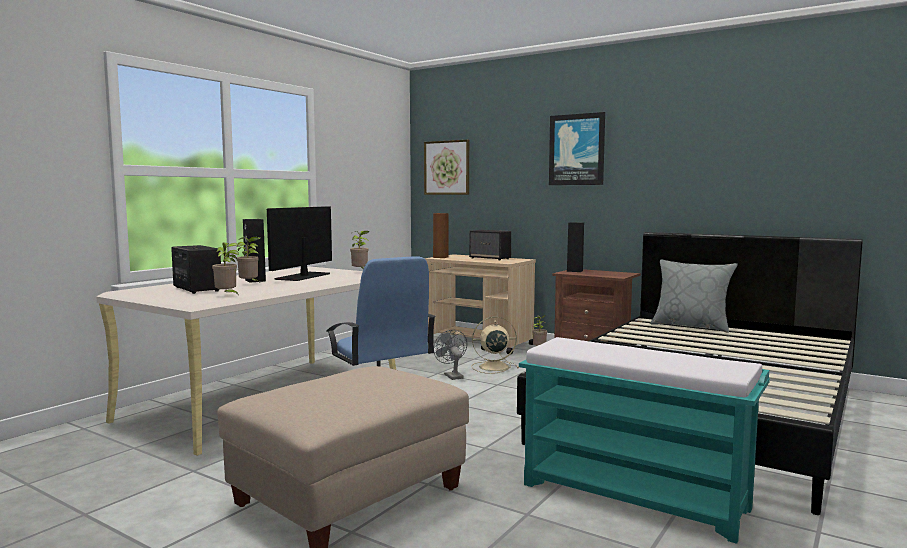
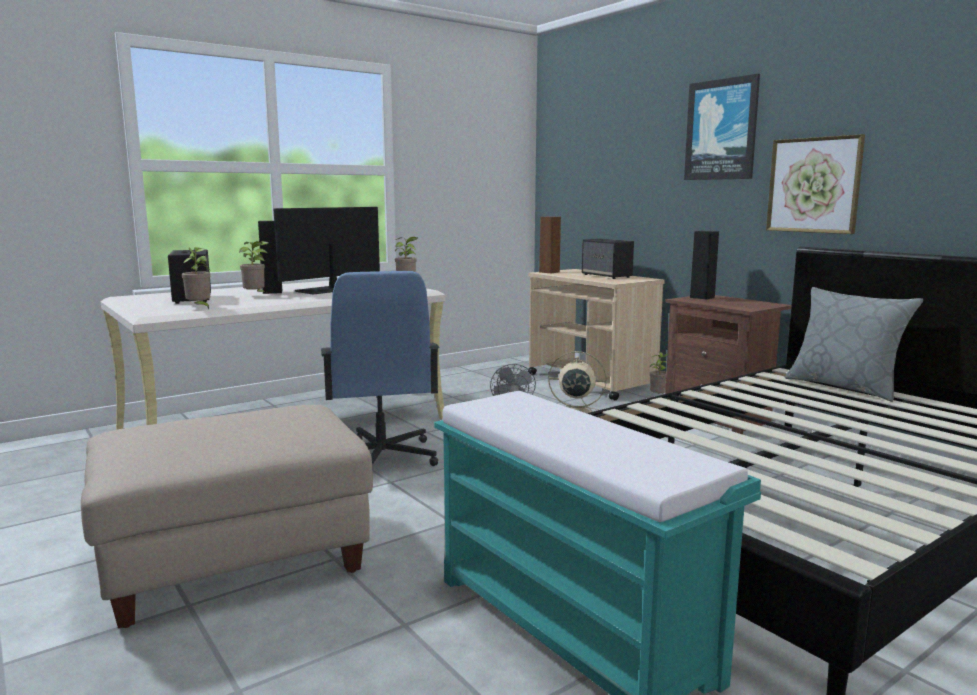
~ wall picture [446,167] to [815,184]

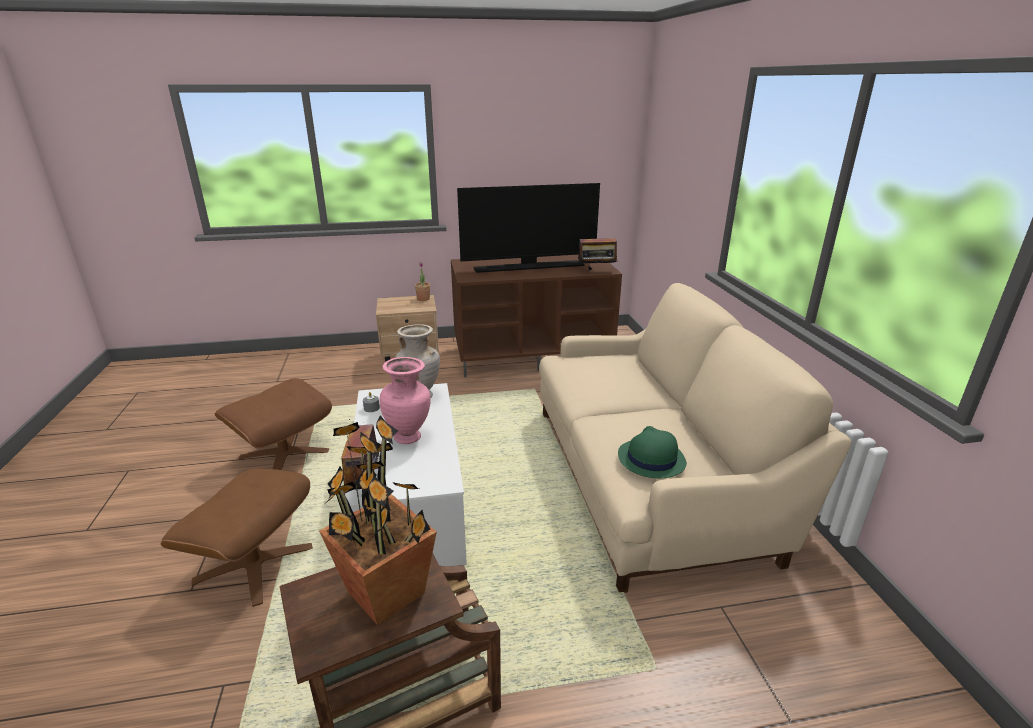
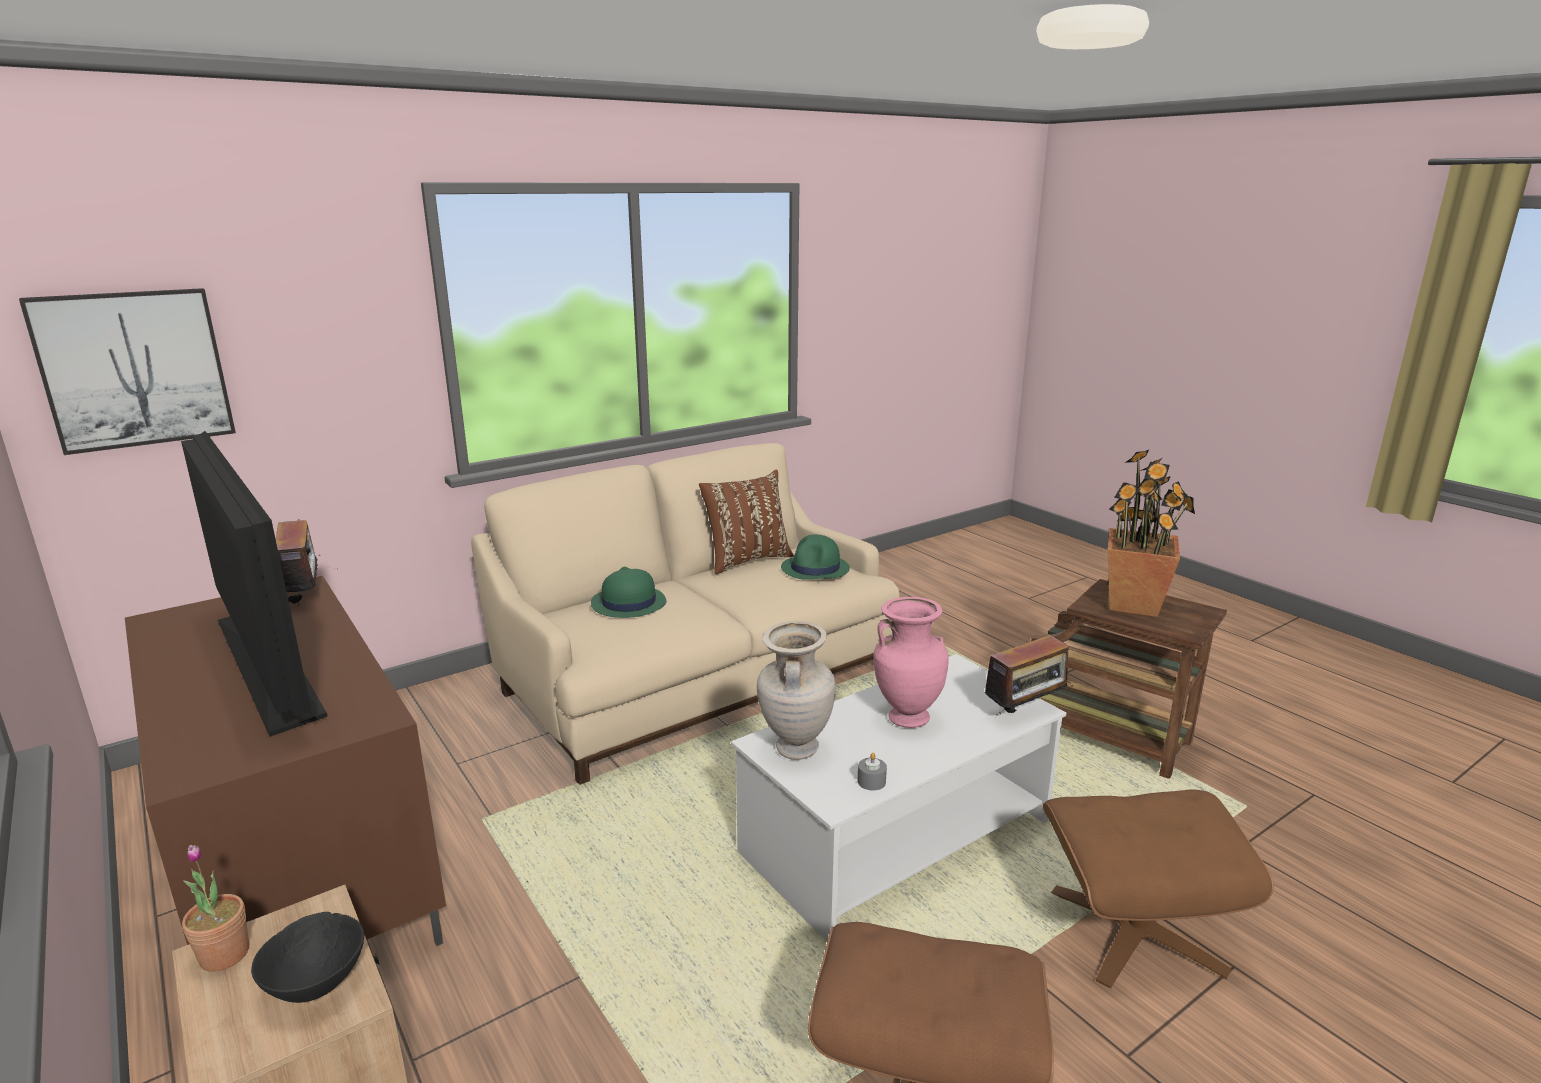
+ wall picture [127,371]
+ bowl (blackish) [307,957]
+ hat (green) [629,592]
+ cushion (brown) [746,521]

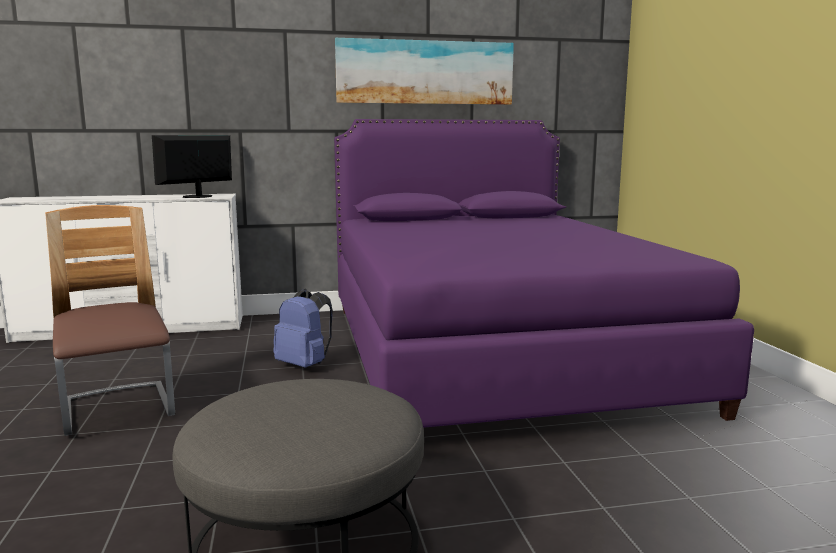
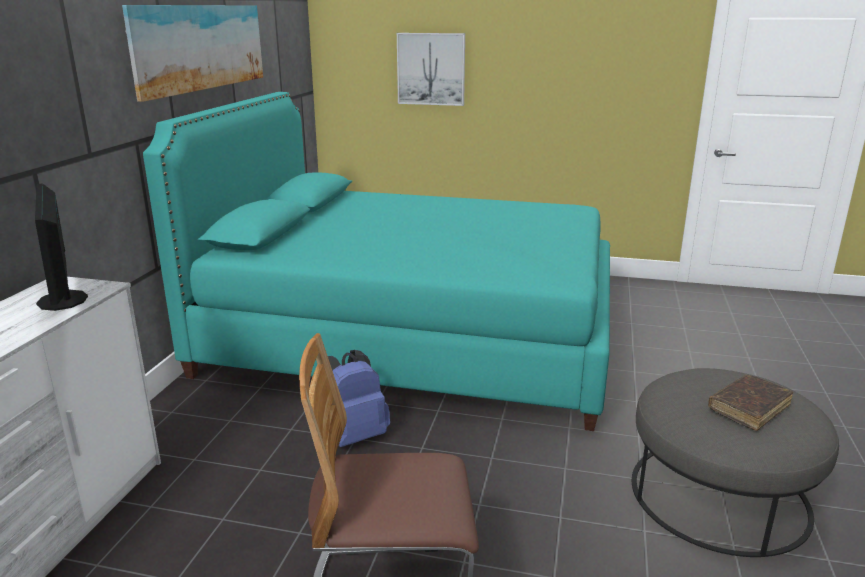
~ bedroom bed (purple) [544,273] to bedroom bed (turquoise) [376,261]
+ wall picture [431,69]
+ book (brown) [751,403]

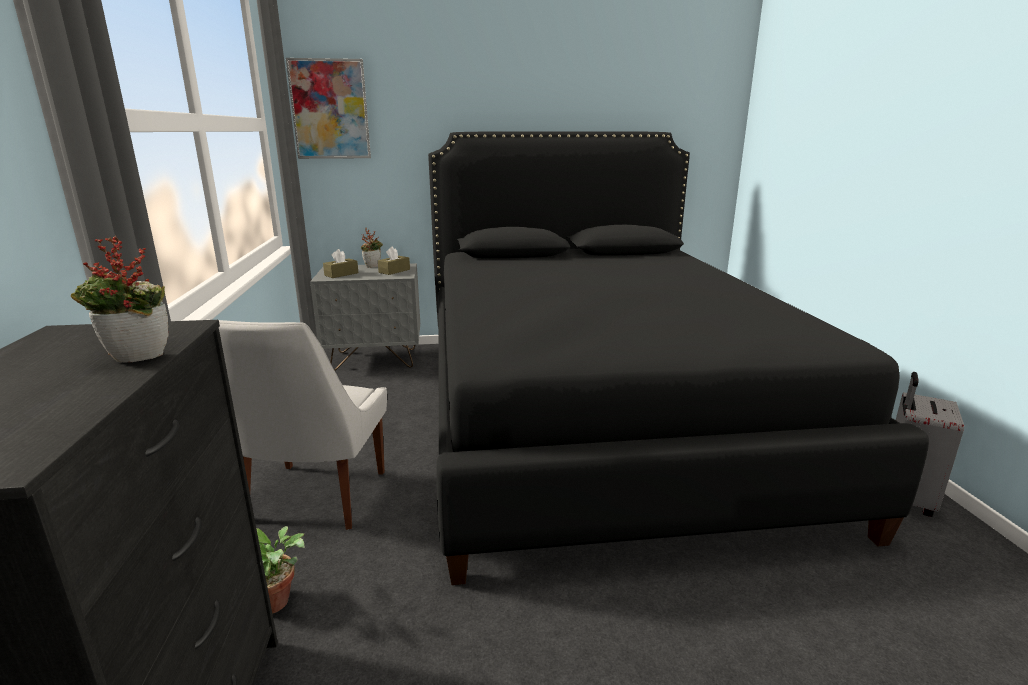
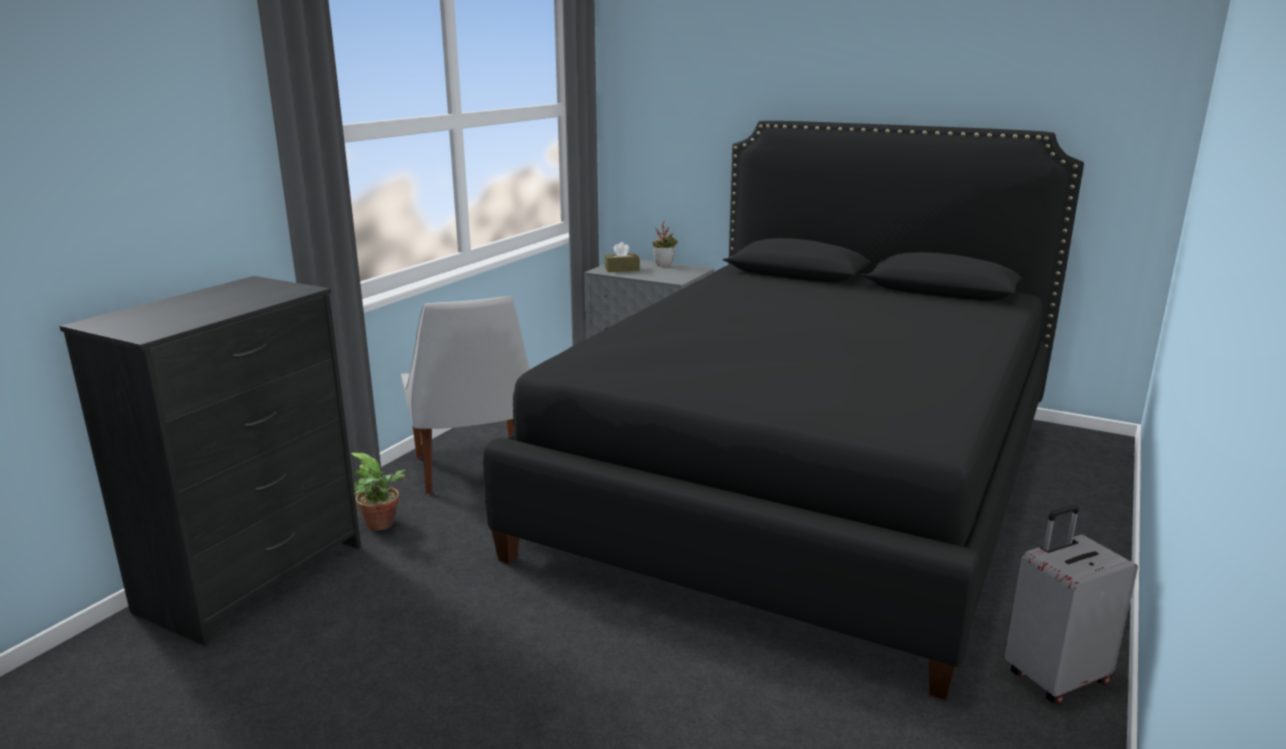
~ chair (white) [297,424] = [465,395] 60 degrees counterclockwise
- potted plant [120,298]
- wall picture [328,108]
- tissue box (brown) [394,260]

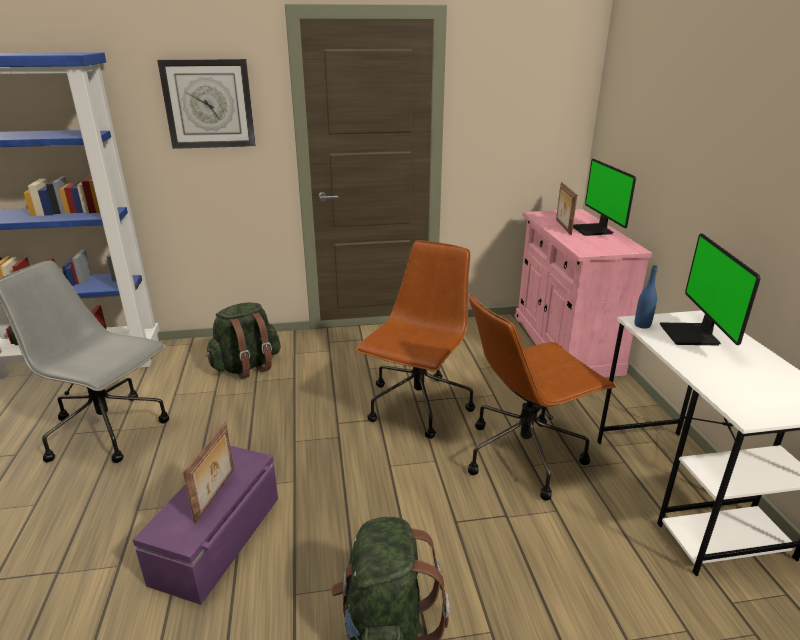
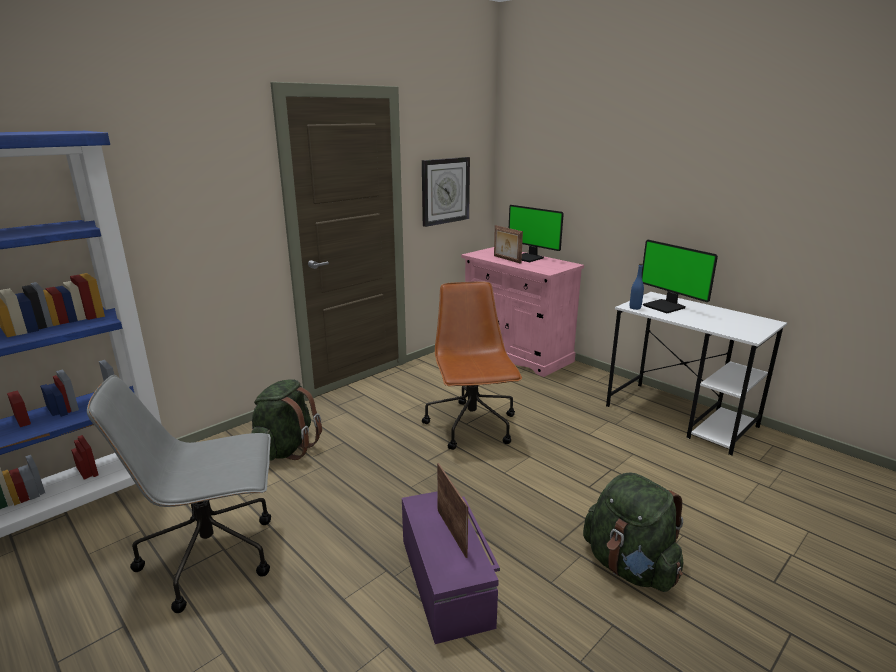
~ wall clock [206,104] to [446,192]
- computer chair (brown) [542,397]

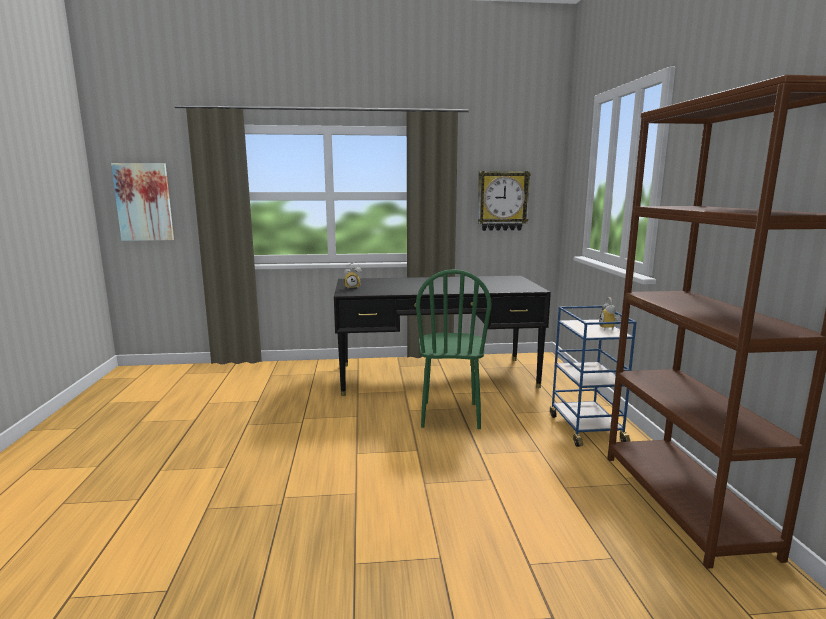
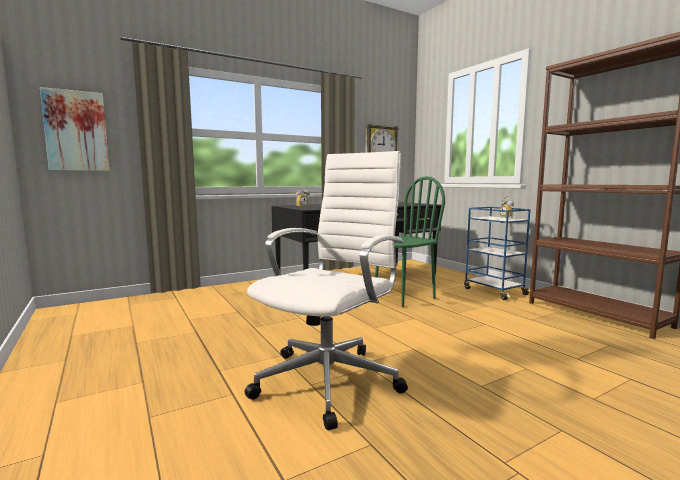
+ computer chair (white) [326,290]
~ chair (green) [454,349] = [410,241] 105 degrees counterclockwise

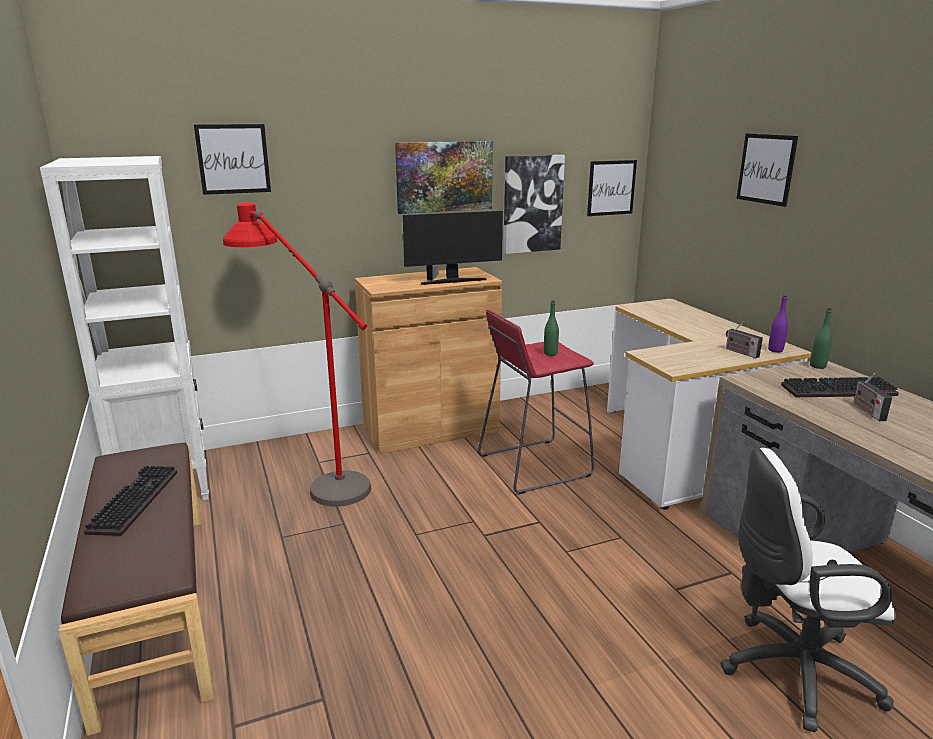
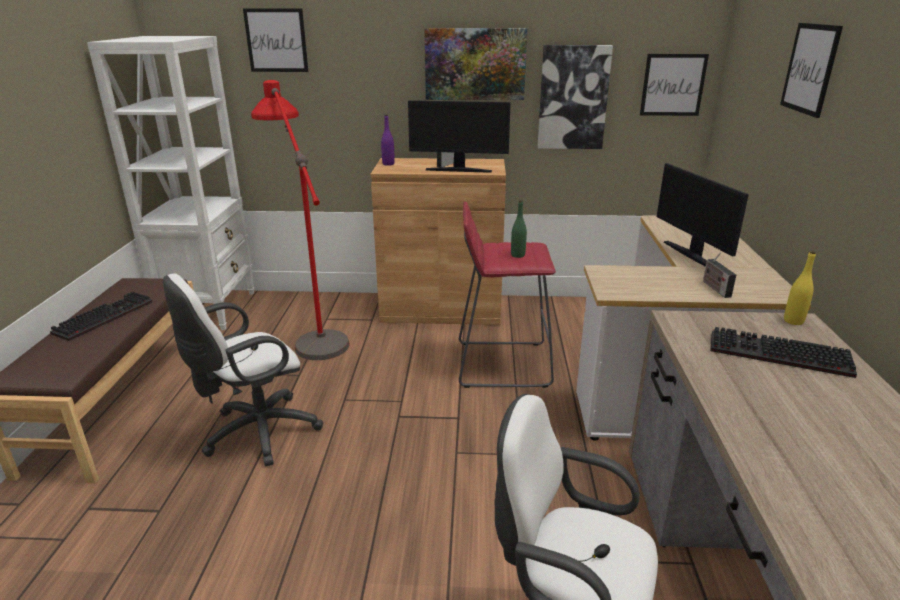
+ computer chair (white) [243,370]
~ beverage bottle (purple) [778,324] to [388,140]
+ monitor [703,215]
~ beverage bottle (green) [821,338] to beverage bottle (yellow) [800,288]
- radio receiver [872,397]

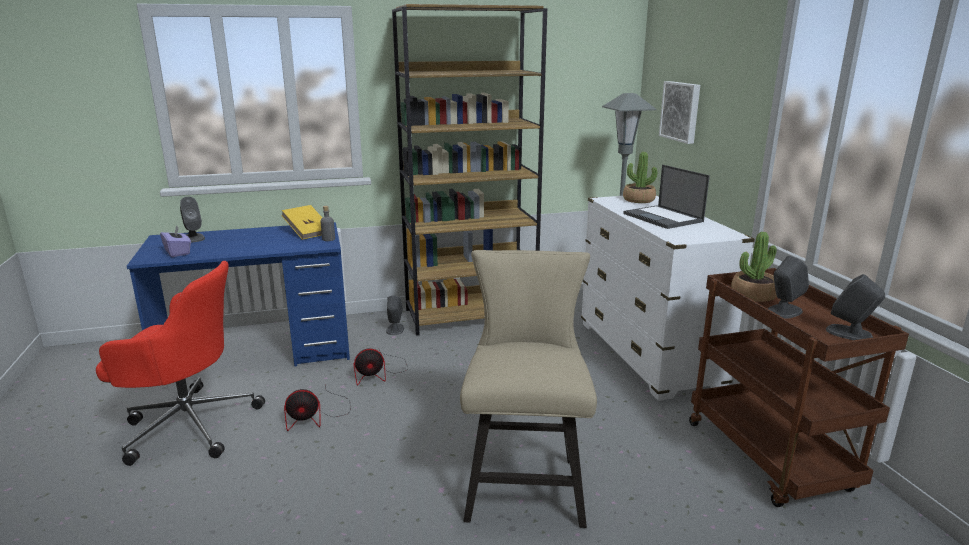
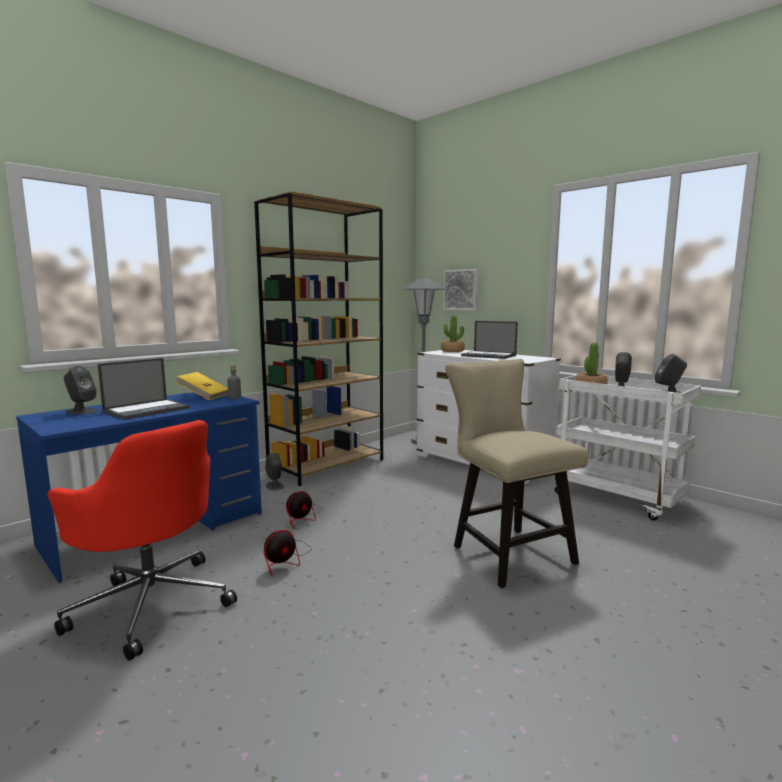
~ computer chair (red) [180,363] = [142,540] 60 degrees clockwise
+ portable computer [144,389]
~ cart (brown) [799,387] to cart (white) [627,447]
- tissue box (purple) [175,240]

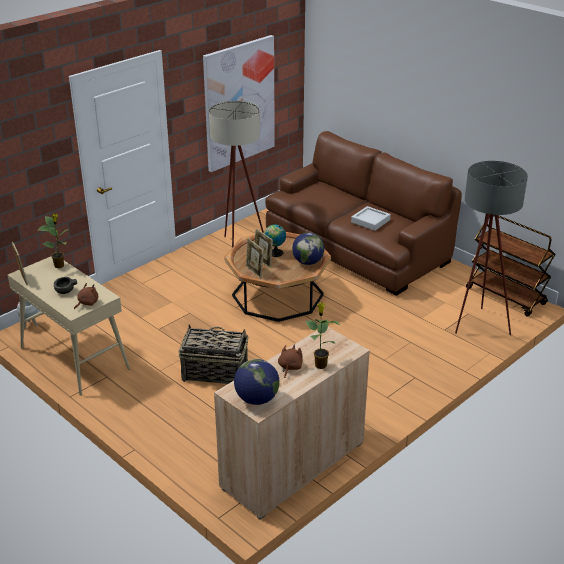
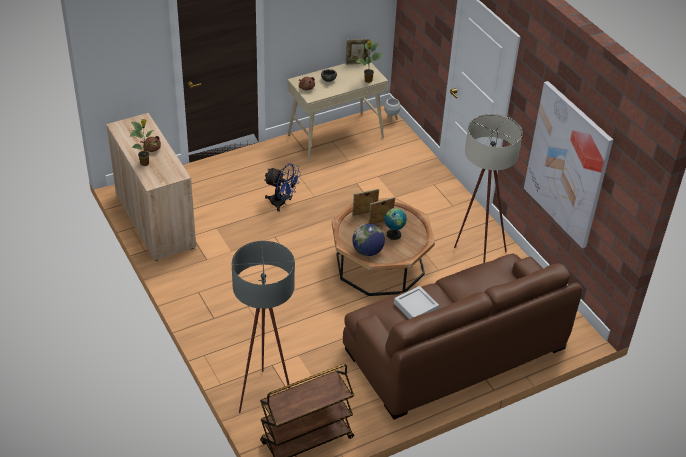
~ storage basket [213,354] to cooling fan (blue-coloured) [282,187]
- world globe [257,382]

